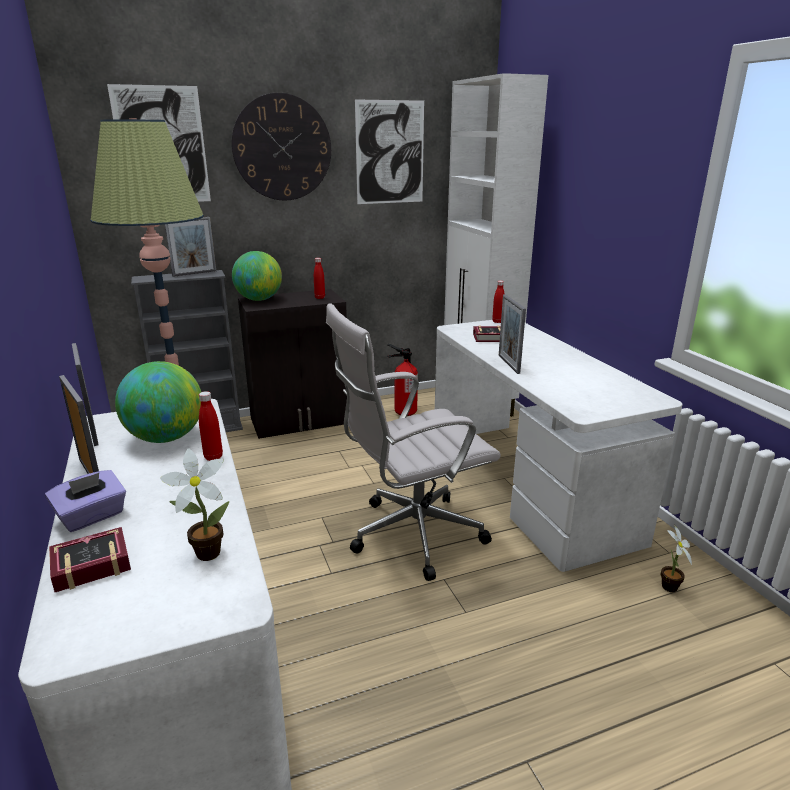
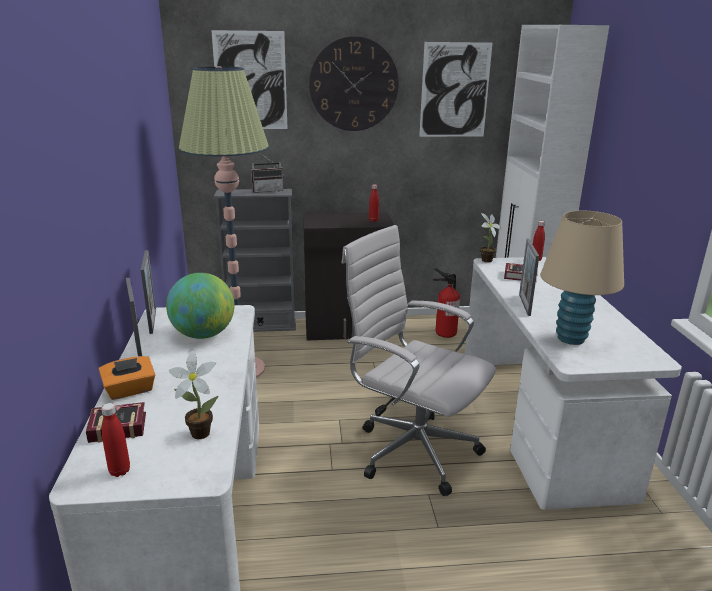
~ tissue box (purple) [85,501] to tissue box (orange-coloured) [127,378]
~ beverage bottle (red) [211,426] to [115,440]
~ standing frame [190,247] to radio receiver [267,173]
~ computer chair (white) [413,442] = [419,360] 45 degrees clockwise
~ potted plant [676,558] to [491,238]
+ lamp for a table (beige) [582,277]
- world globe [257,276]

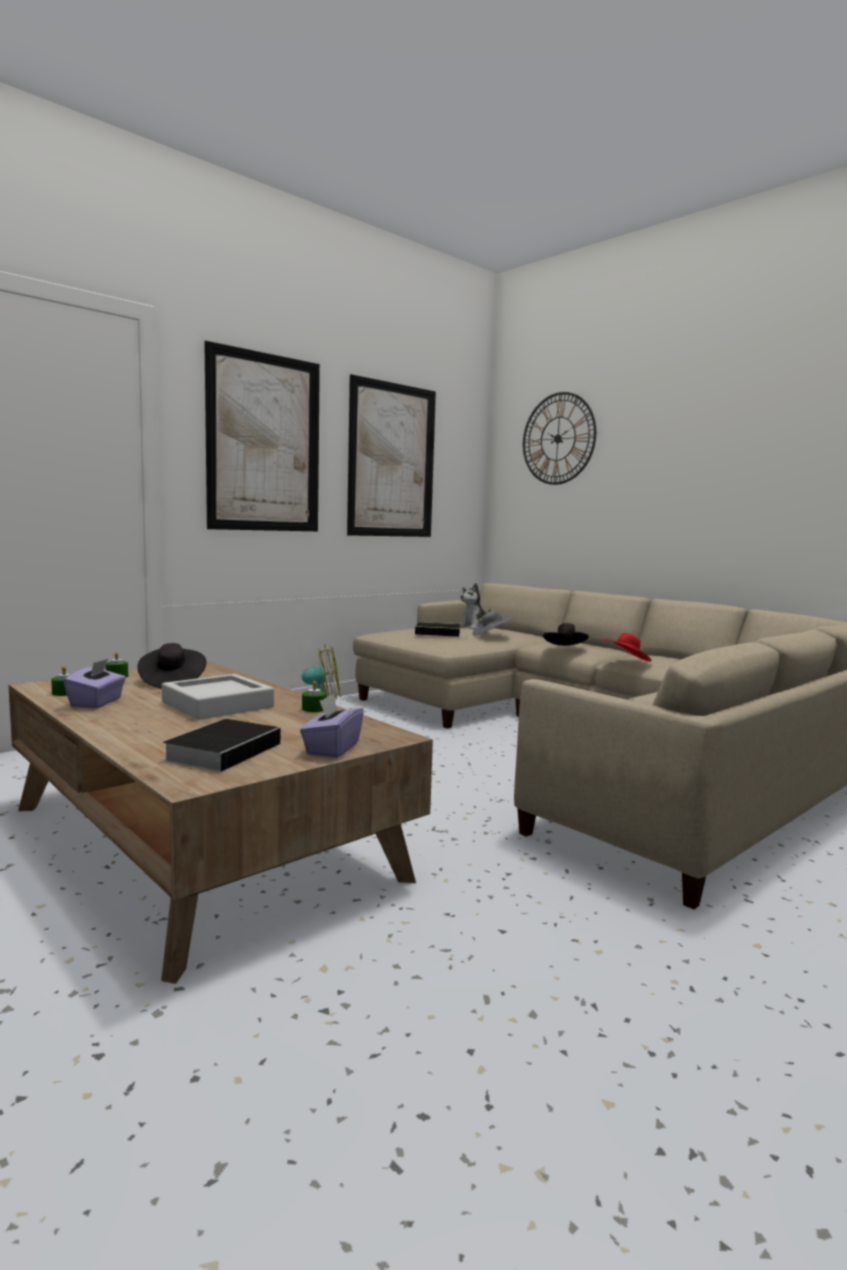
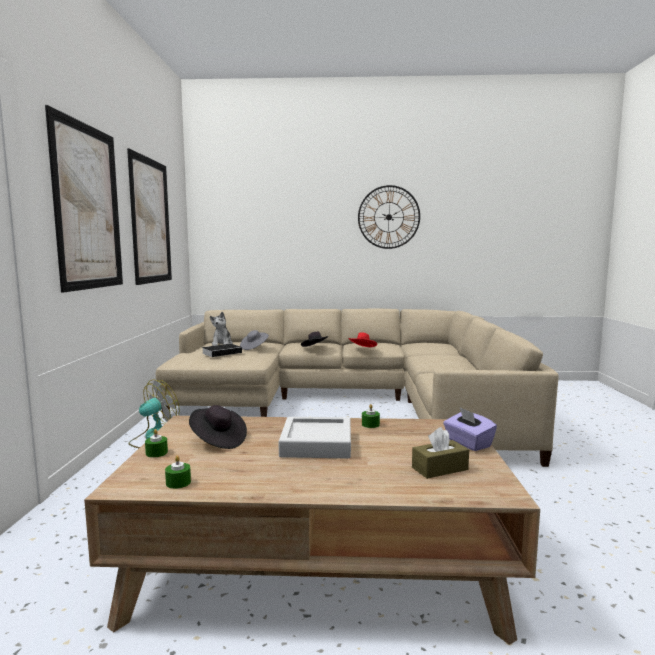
~ wall clock [559,438] to [389,217]
~ book [222,745] to tissue box (brown) [440,453]
- tissue box (purple) [95,684]

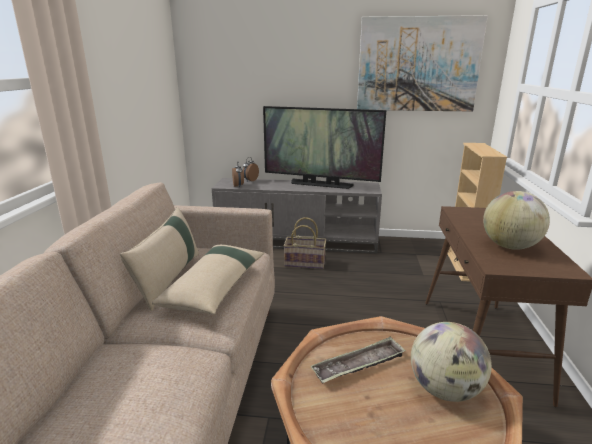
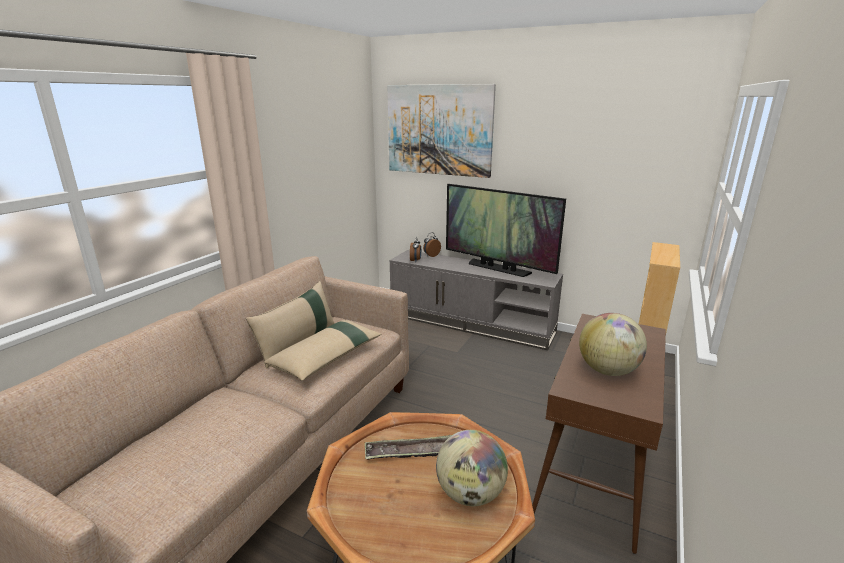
~ wall picture [422,63] to [441,131]
- storage basket [305,243]

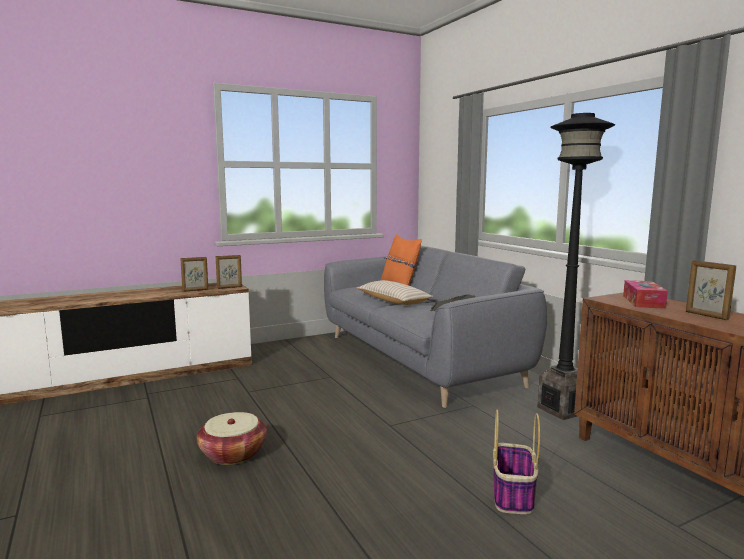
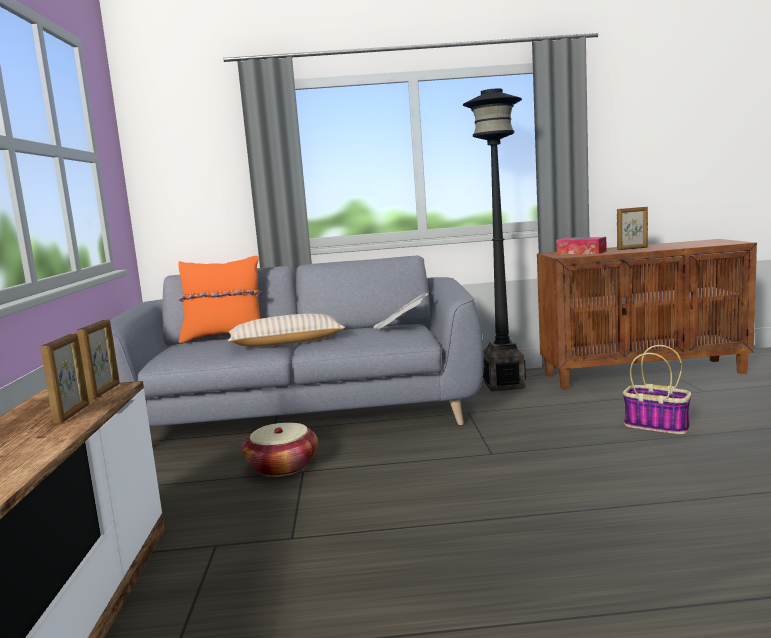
~ storage basket [232,438] to [280,450]

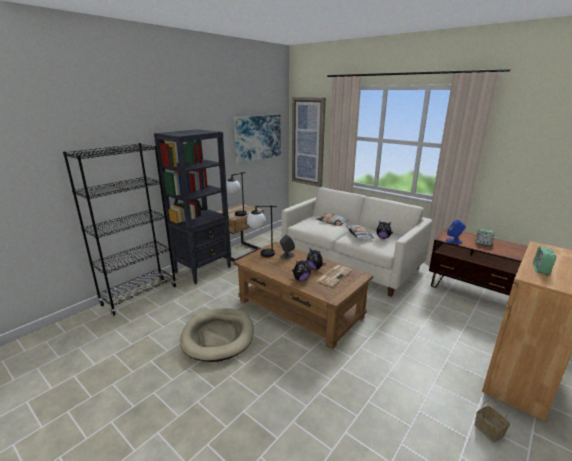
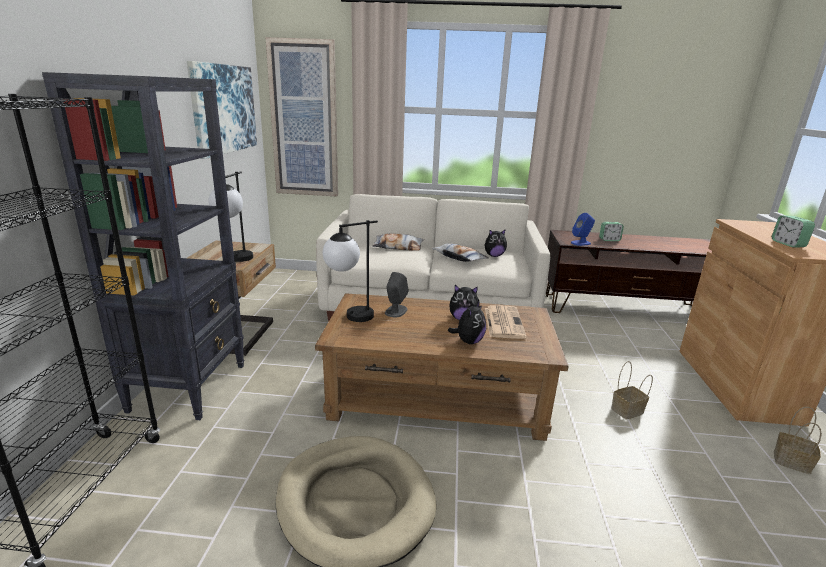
+ storage basket [632,390]

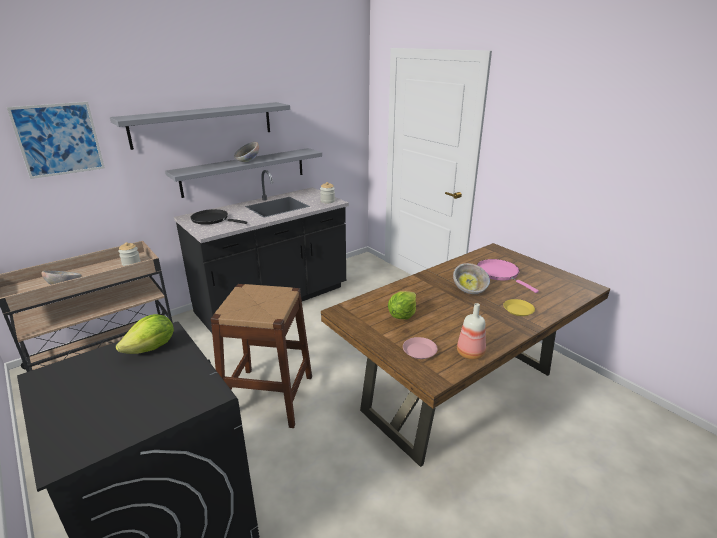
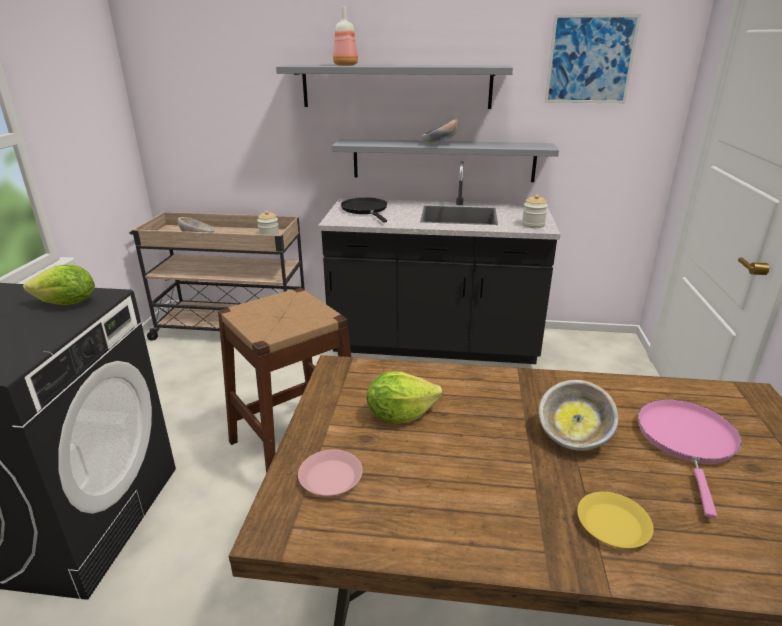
~ beverage bottle [471,331] to [345,36]
~ wall picture [56,140] to [593,58]

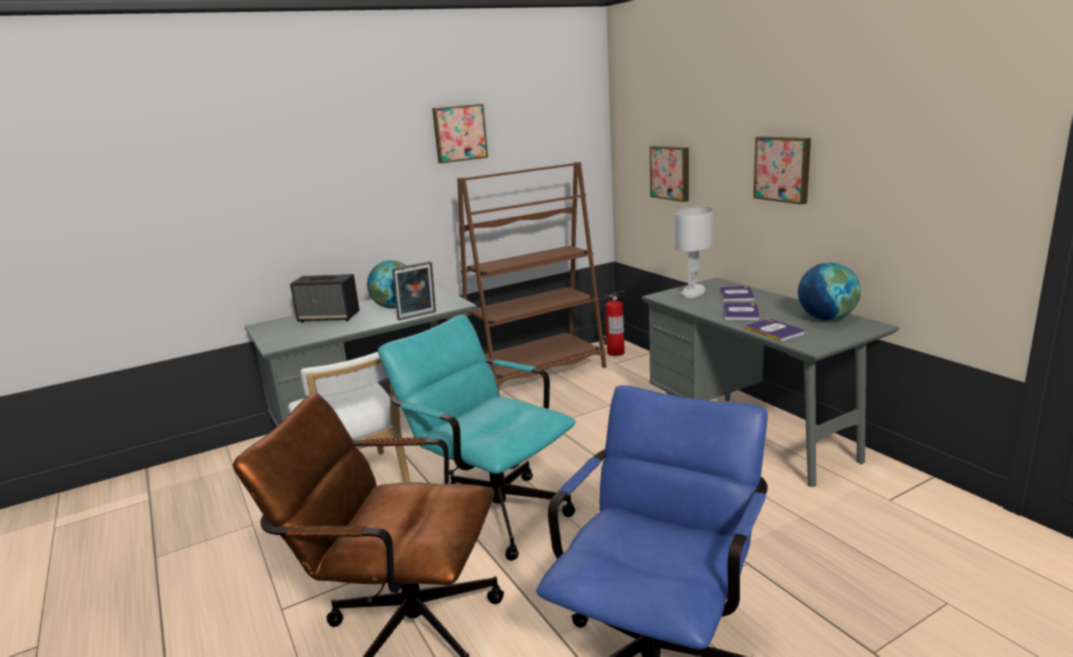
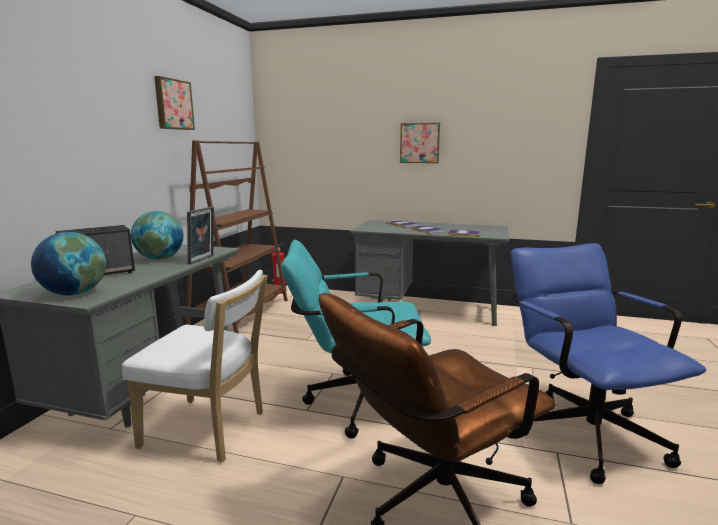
~ world globe [829,291] to [68,263]
- wall picture [669,174]
- lamp for a table (white) [694,252]

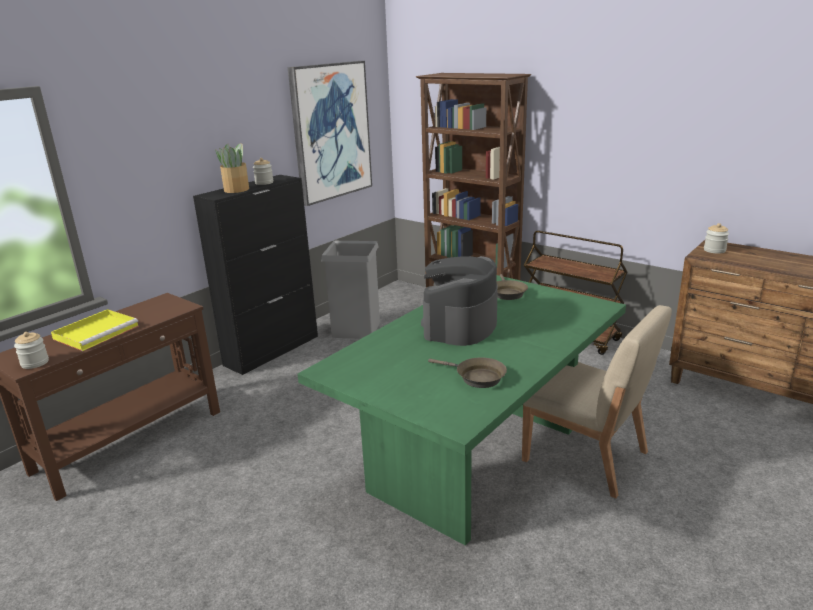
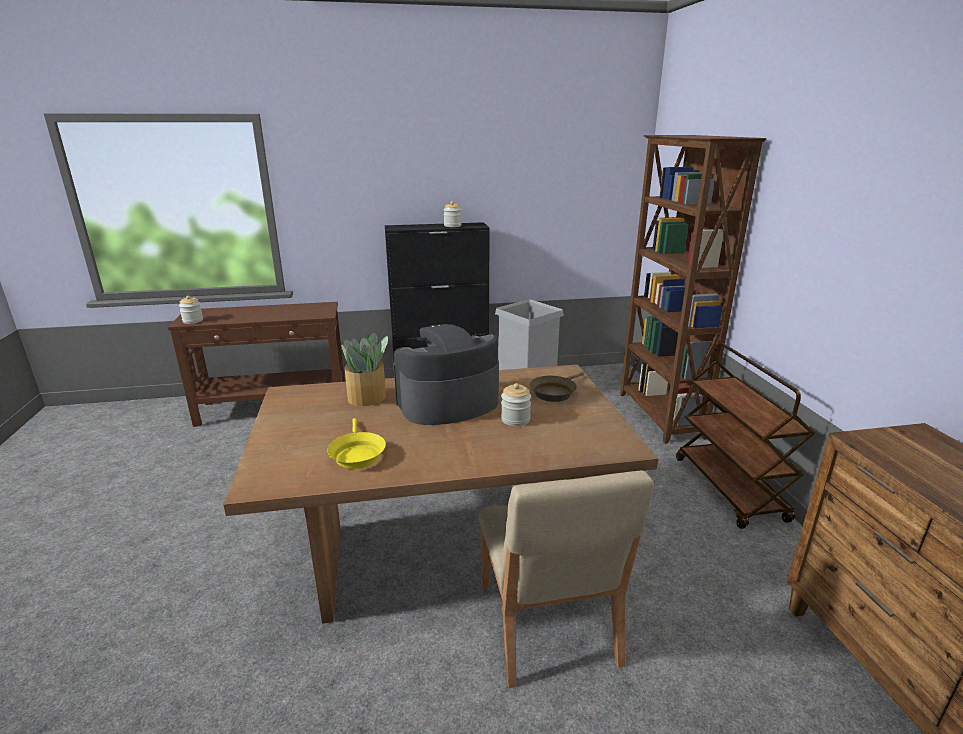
~ dining table (green) [462,410] to dining table (brown) [440,494]
~ pan (brown) [467,372] to pan (yellow) [356,443]
~ potted plant [232,168] to [364,369]
~ preserve jar [716,238] to [516,404]
- serving tray (yellow) [95,330]
- wall picture [330,133]

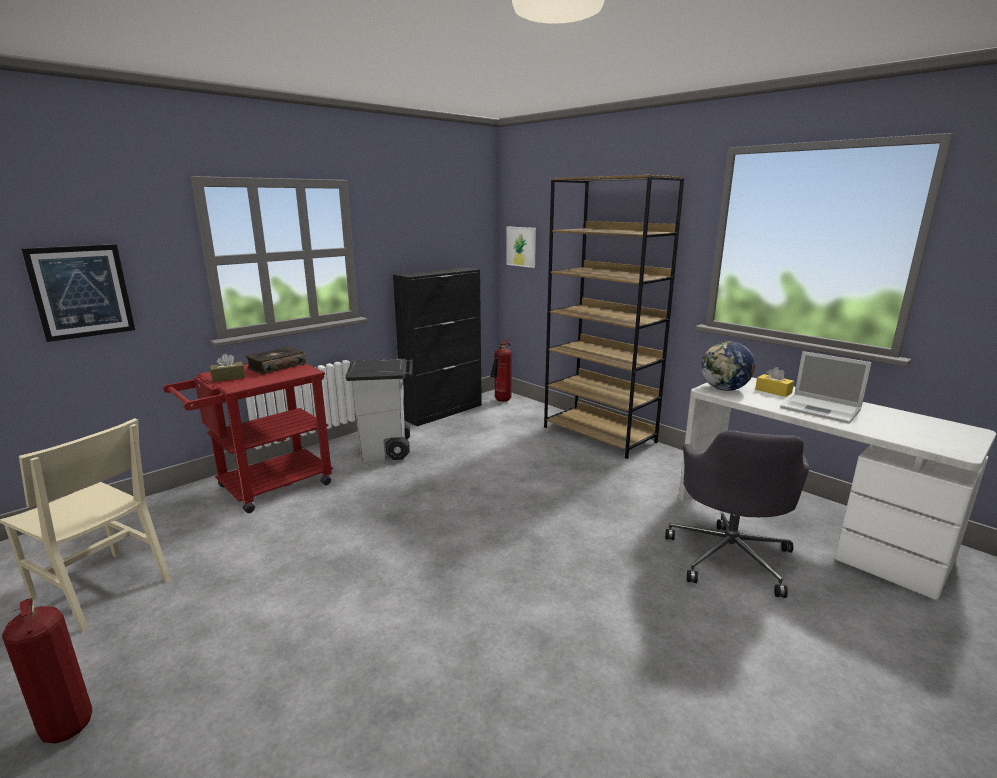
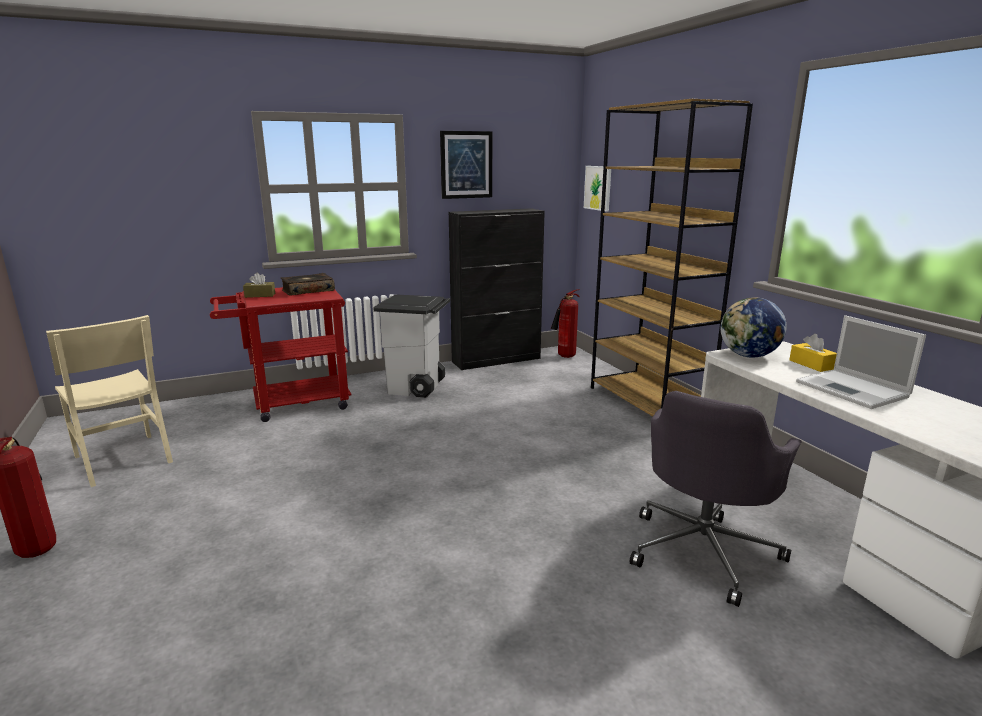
~ wall picture [78,293] to [466,165]

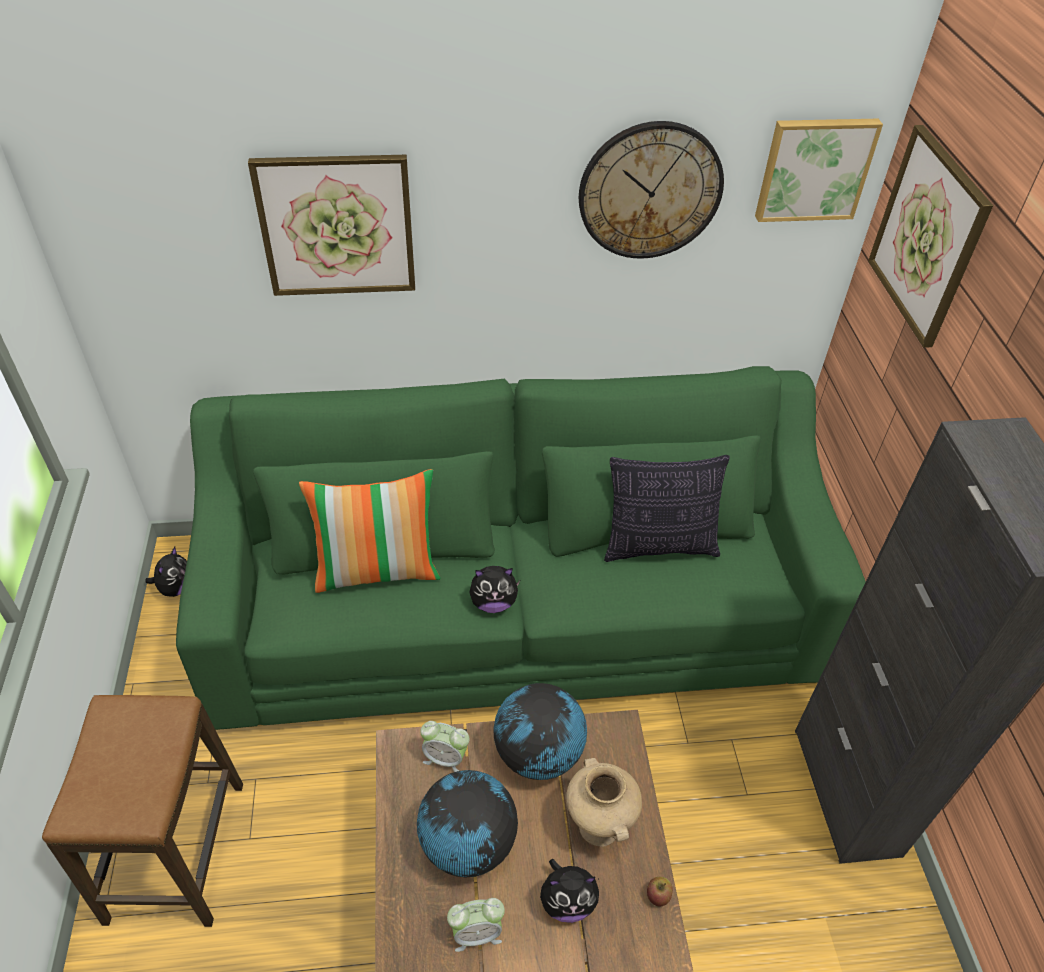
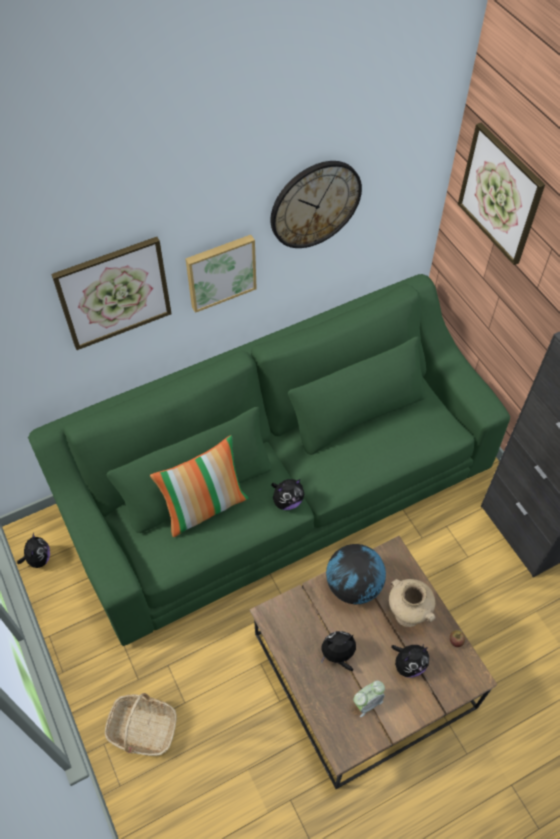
~ stool [142,811] to storage basket [141,724]
~ wall picture [819,170] to [221,274]
~ world globe [467,823] to plush toy [338,651]
- alarm clock [444,746]
- cushion [667,508]

